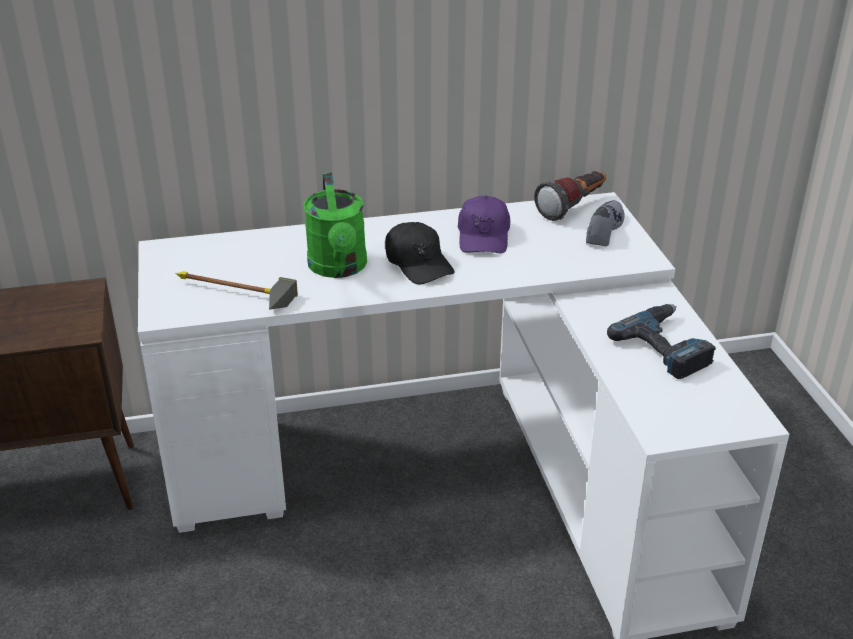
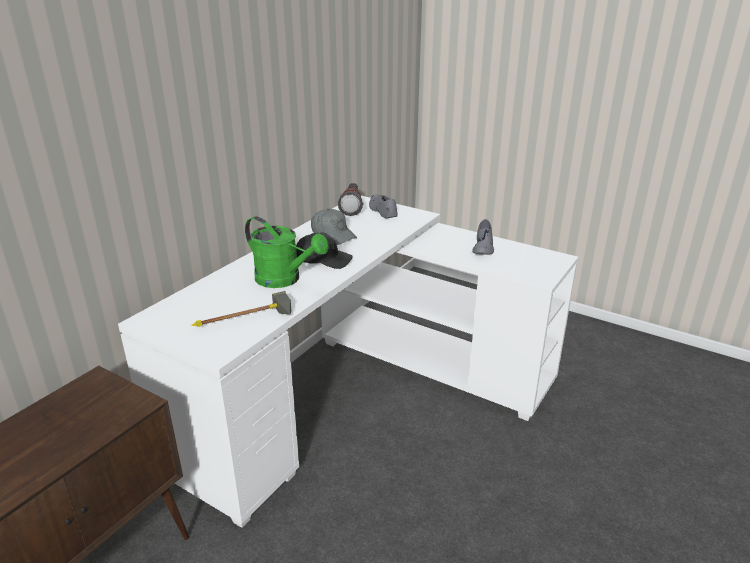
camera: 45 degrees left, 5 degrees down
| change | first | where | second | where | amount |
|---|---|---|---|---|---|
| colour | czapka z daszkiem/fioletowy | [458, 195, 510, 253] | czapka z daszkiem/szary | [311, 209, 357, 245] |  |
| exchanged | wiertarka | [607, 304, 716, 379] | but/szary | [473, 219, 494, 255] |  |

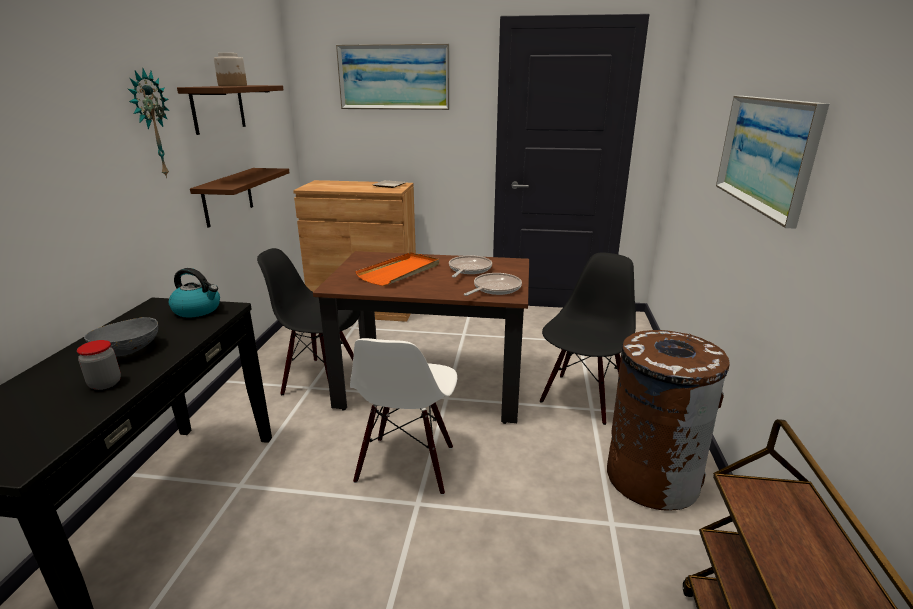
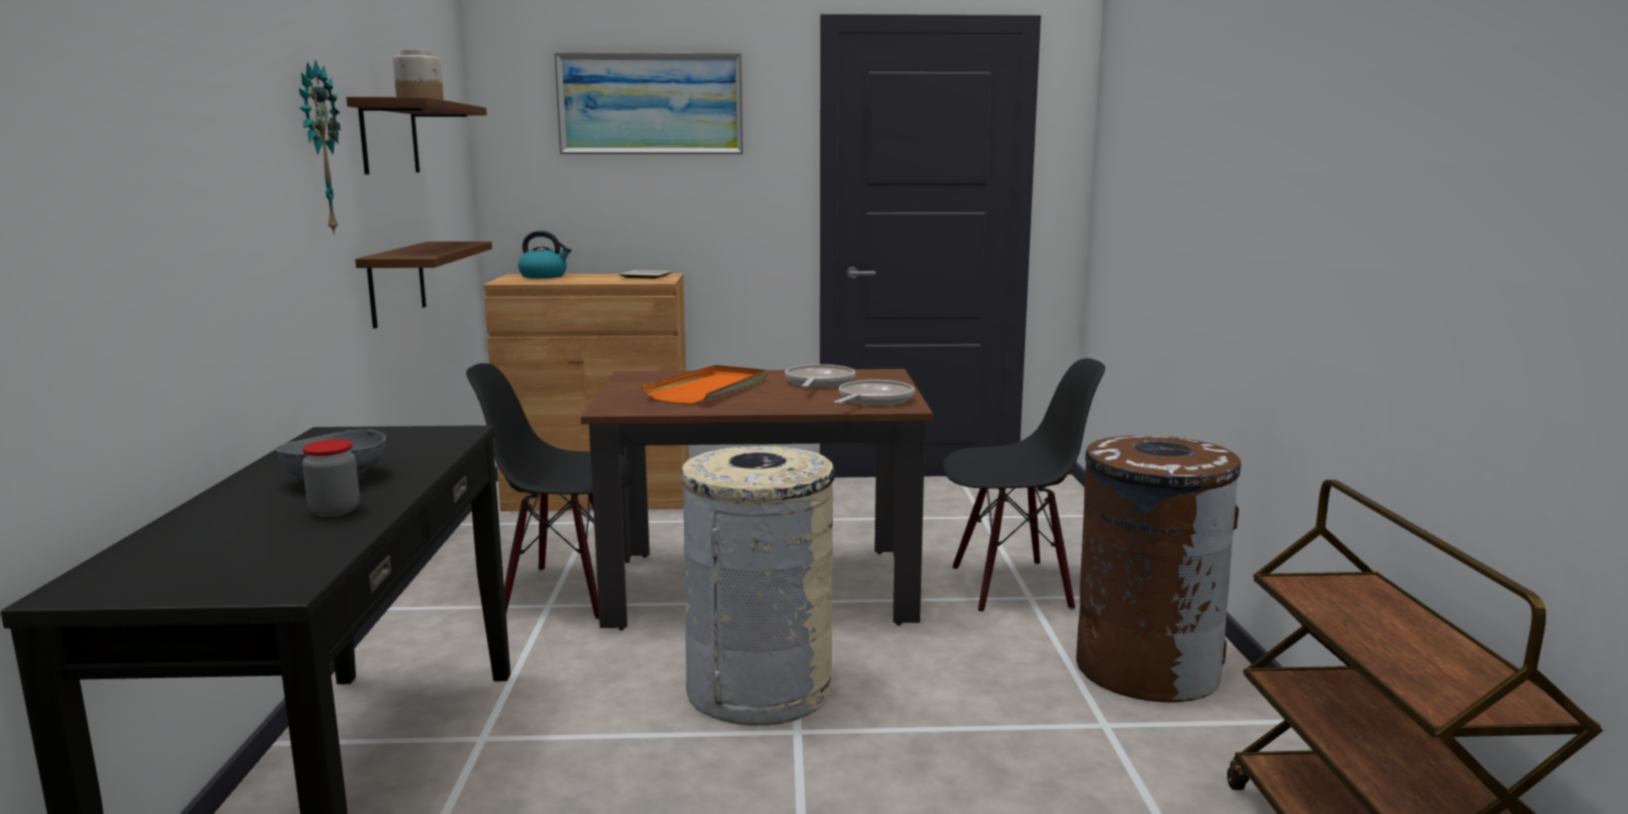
camera: 10 degrees left, 10 degrees down
| change | first | where | second | where | amount |
|---|---|---|---|---|---|
| relocated | czajnik | [169, 268, 220, 318] |  | [518, 231, 571, 278] |  |
| exchanged | krzesło/biały | [350, 338, 457, 495] | kosz na śmieci/beżowy | [681, 446, 835, 725] |  |
| spun | krzesło/czarny | [540, 252, 636, 425] |  | [943, 358, 1105, 611] | 60 degrees clockwise |
| missing | obraz | [716, 96, 829, 229] |  |  |  |

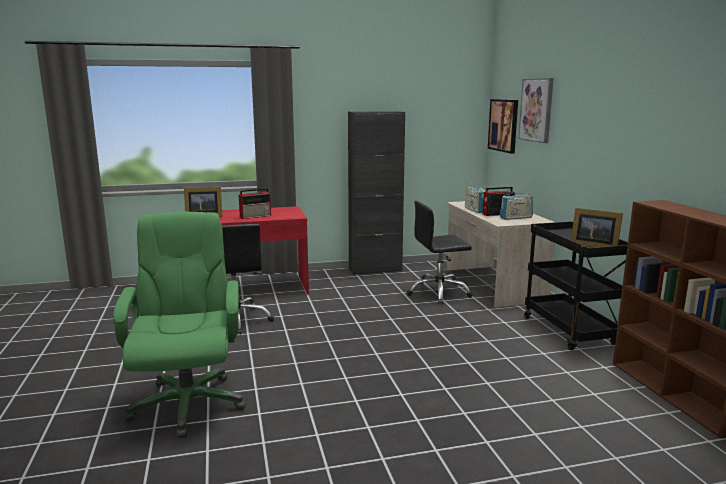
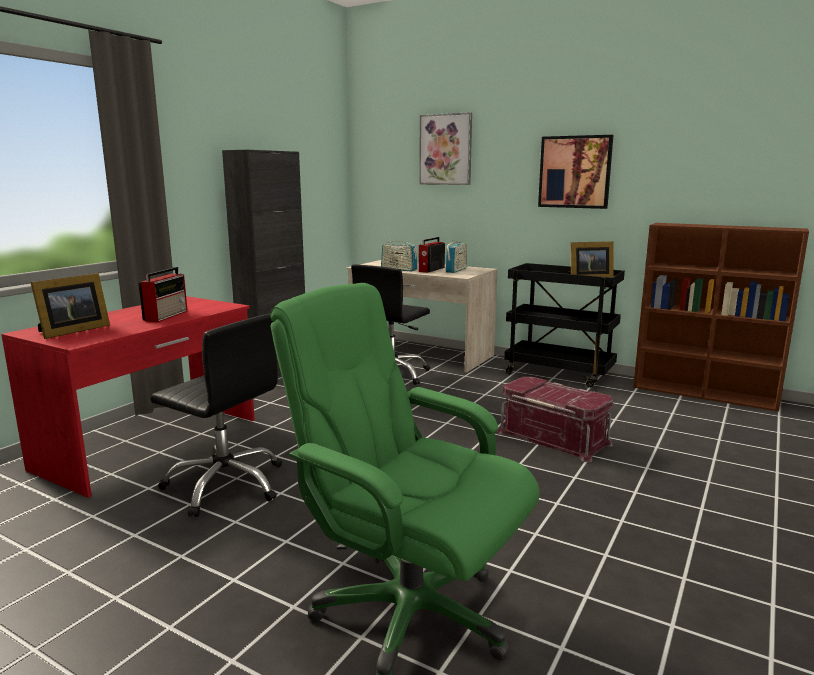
camera: 45 degrees left, 0 degrees up
| change | first | where | second | where | amount |
|---|---|---|---|---|---|
| relocated | obraz | [488, 99, 518, 154] |  | [538, 135, 613, 209] |  |
| appeared |  |  | pojemnik do przechowywania/czerwony | [497, 377, 613, 462] |  |

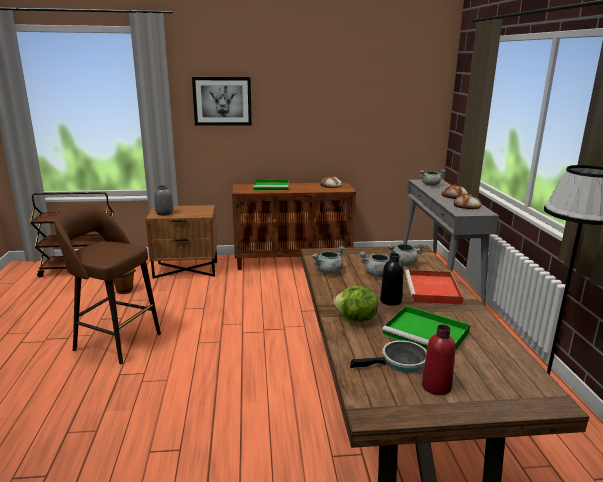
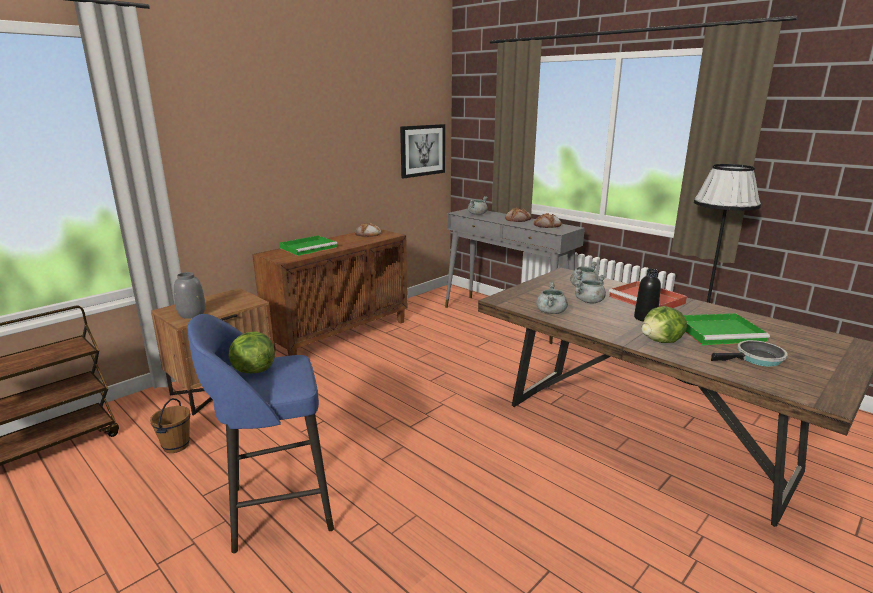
camera: 40 degrees left, 0 degrees up
| change | first | where | second | where | amount |
|---|---|---|---|---|---|
| colour | stołek/brązowy | [54, 204, 161, 364] | stołek/niebieski | [187, 314, 334, 554] |  |
| relocated | obraz | [192, 77, 252, 126] |  | [400, 124, 445, 179] |  |
| spun | patelnia | [350, 340, 427, 372] |  | [711, 340, 788, 367] | 45 degrees clockwise |
| missing | butelka/czerwony | [422, 325, 456, 395] |  |  |  |
| appeared |  |  | sałata | [229, 332, 275, 373] |  |

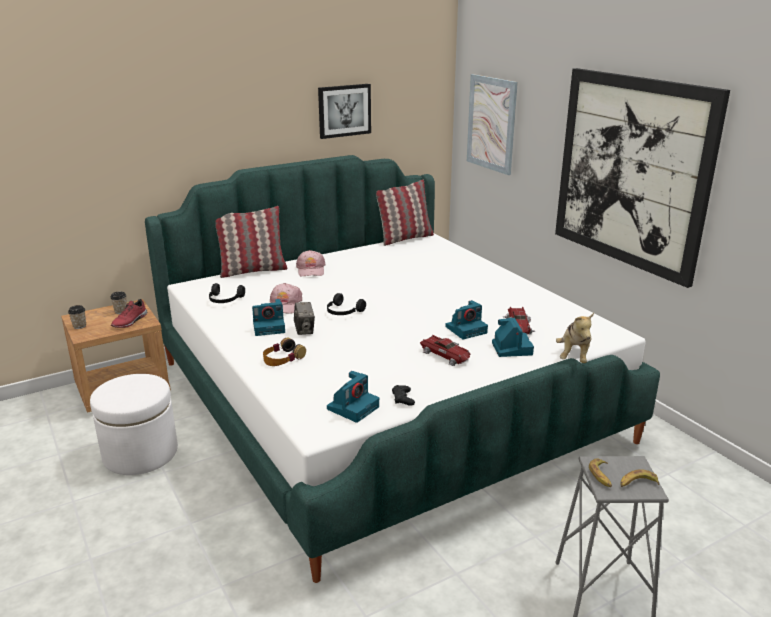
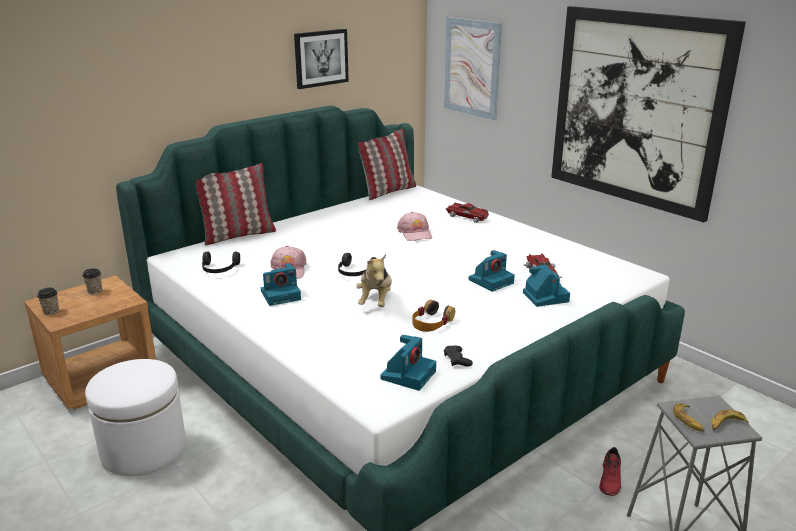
camera: 10 degrees left, 0 degrees up
| change | first | where | second | where | amount |
|---|---|---|---|---|---|
| relocated | but/czerwony | [111, 299, 147, 328] |  | [599, 447, 621, 496] |  |
| relocated | słuchawki | [263, 338, 306, 366] |  | [412, 300, 455, 332] |  |
| missing | aparat fotograficzny | [294, 302, 315, 335] |  |  |  |
| relocated | czapka z daszkiem/różowy | [296, 250, 325, 276] |  | [397, 212, 432, 241] |  |
| relocated | samochodzik | [420, 335, 470, 366] |  | [446, 202, 489, 223] |  |
| relocated | pluszak | [556, 313, 594, 363] |  | [356, 254, 392, 307] |  |

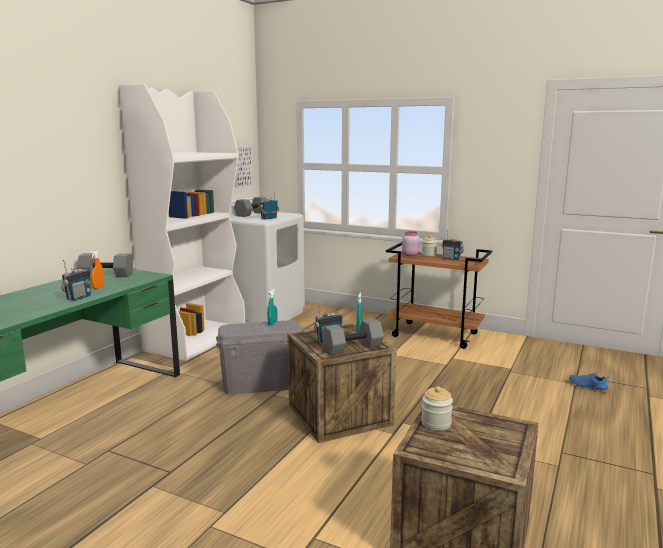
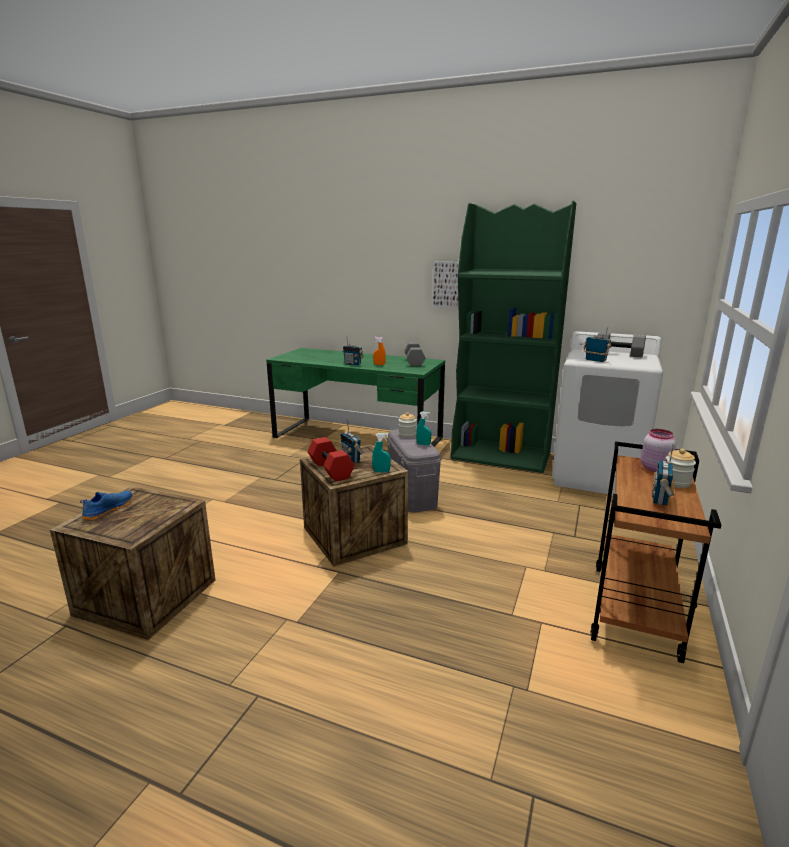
camera: 85 degrees right, 5 degrees up
| change | first | where | second | where | amount |
|---|---|---|---|---|---|
| colour | regał/biały | [119, 84, 245, 361] | regał/zielony | [451, 201, 576, 473] |  |
| relocated | obraz | [234, 147, 253, 188] |  | [433, 262, 459, 308] |  |
| colour | hantel/szary | [322, 319, 384, 355] | hantel/czerwony | [308, 437, 354, 481] |  |
| relocated | słoik | [421, 386, 453, 431] |  | [399, 412, 416, 438] |  |
| relocated | but/niebieski | [569, 372, 610, 393] |  | [80, 491, 132, 520] |  |

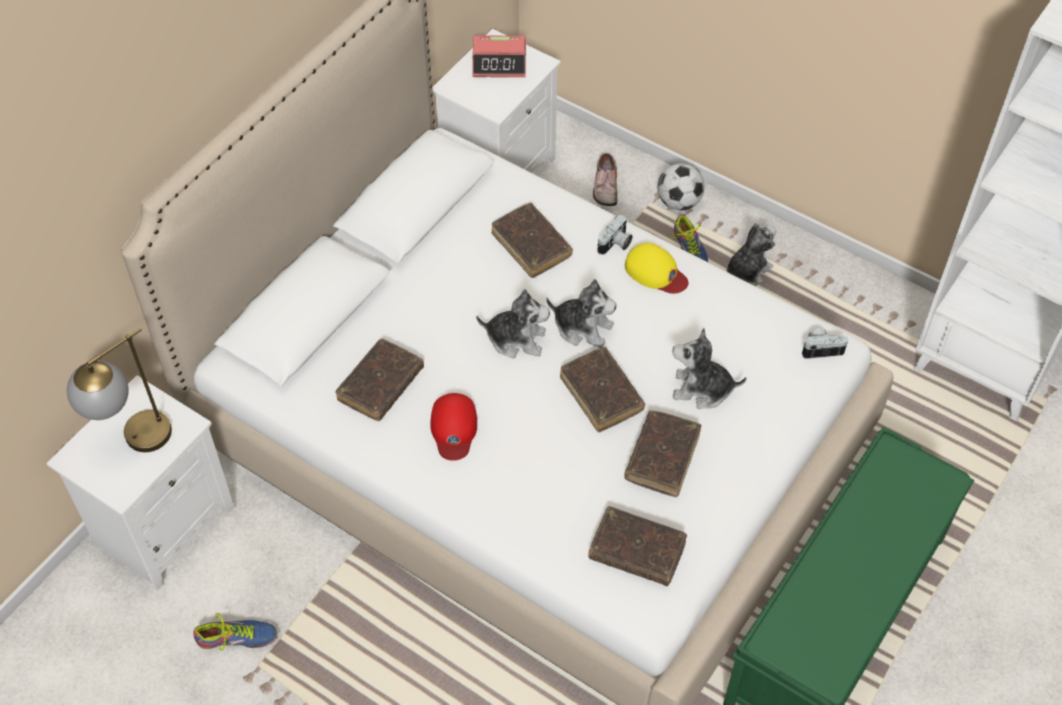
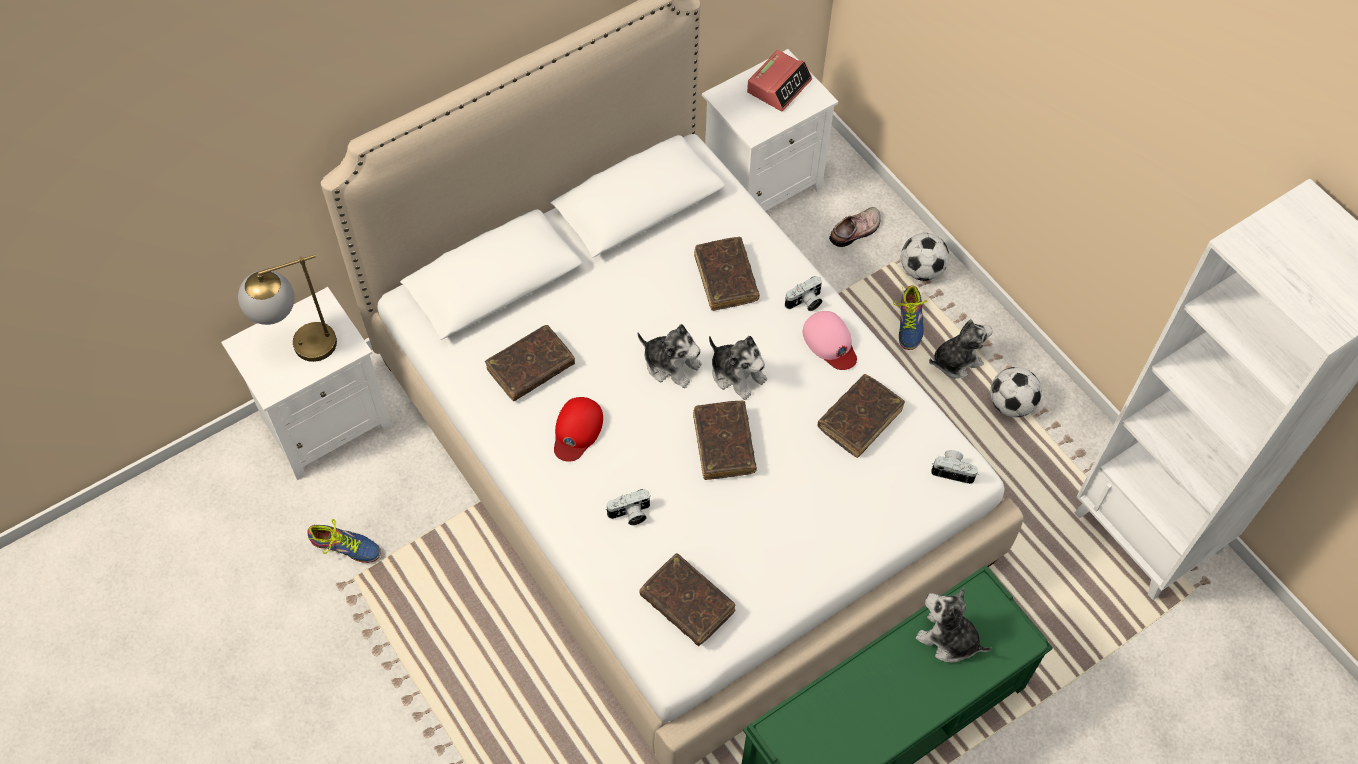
camera: 20 degrees right, 5 degrees up
| change | first | where | second | where | amount |
|---|---|---|---|---|---|
| spun | budzik | [472, 35, 526, 77] |  | [747, 50, 812, 111] | 75 degrees counterclockwise |
| spun | but | [593, 153, 617, 206] |  | [829, 207, 881, 247] | 150 degrees counterclockwise |
| relocated | książka/brązowy | [624, 410, 701, 497] |  | [818, 374, 905, 458] |  |
| colour | czapka z daszkiem/żółty | [625, 243, 689, 294] | czapka z daszkiem/różowy | [803, 311, 857, 370] |  |
| relocated | pluszak | [673, 328, 747, 409] |  | [916, 587, 992, 663] |  |
| appeared |  |  | aparat fotograficzny | [606, 489, 651, 525] |  |
| appeared |  |  | piłka futbolowa | [990, 367, 1042, 417] |  |

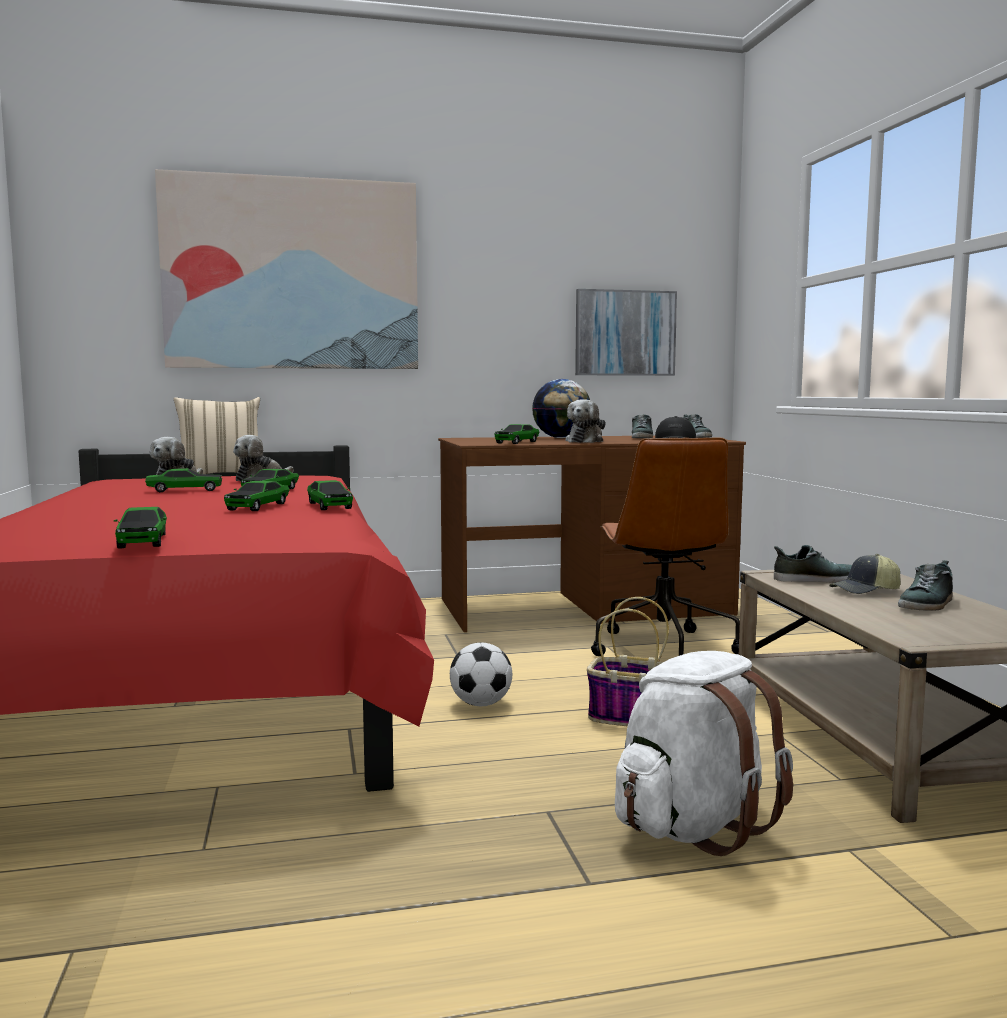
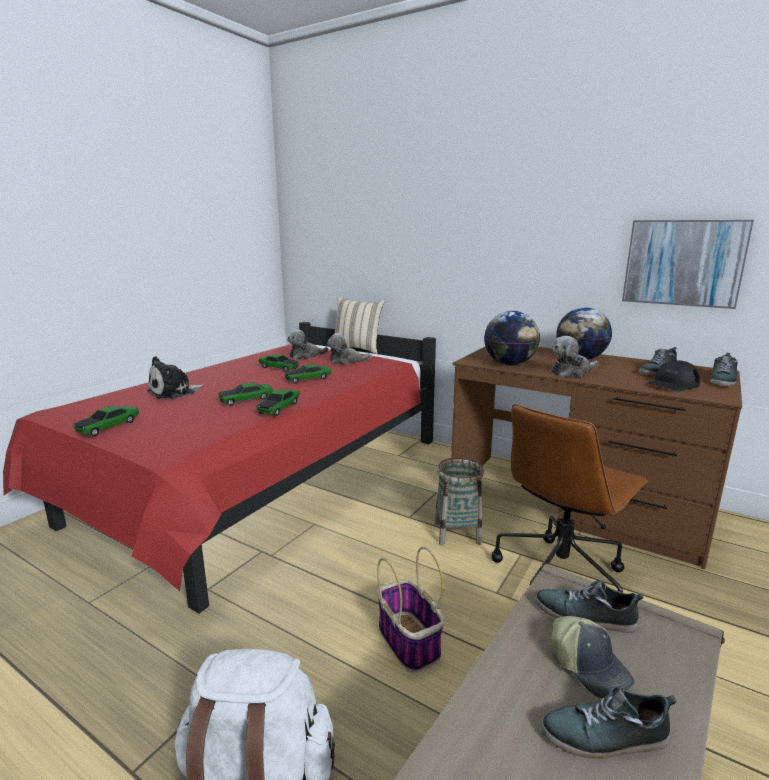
camera: 45 degrees right, 10 degrees up
| change | first | where | second | where | amount |
|---|---|---|---|---|---|
| missing | obraz | [155, 169, 418, 369] |  |  |  |
| missing | piłka futbolowa | [450, 642, 512, 706] |  |  |  |
| exchanged | samochodzik | [495, 424, 539, 444] | globus | [484, 311, 540, 365] |  |
| spun | but | [774, 545, 852, 583] |  | [535, 580, 644, 633] | 150 degrees clockwise |
| spun | czapka z daszkiem | [829, 554, 900, 594] |  | [552, 616, 634, 698] | 150 degrees counterclockwise |
| appeared |  |  | pluszak | [147, 356, 204, 399] |  |
| appeared |  |  | koszyk | [435, 457, 484, 545] |  |

